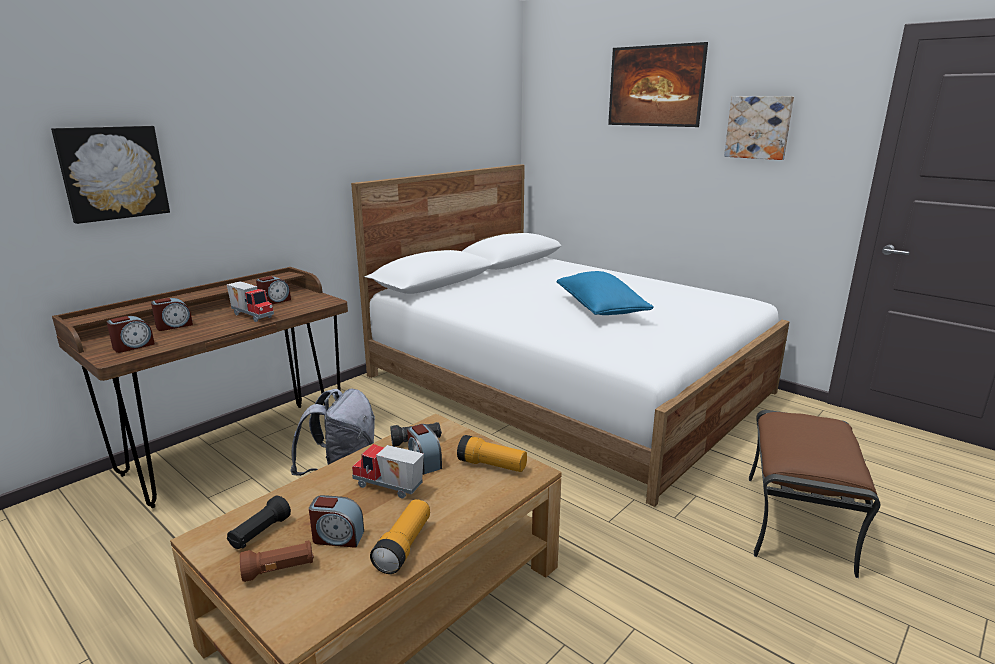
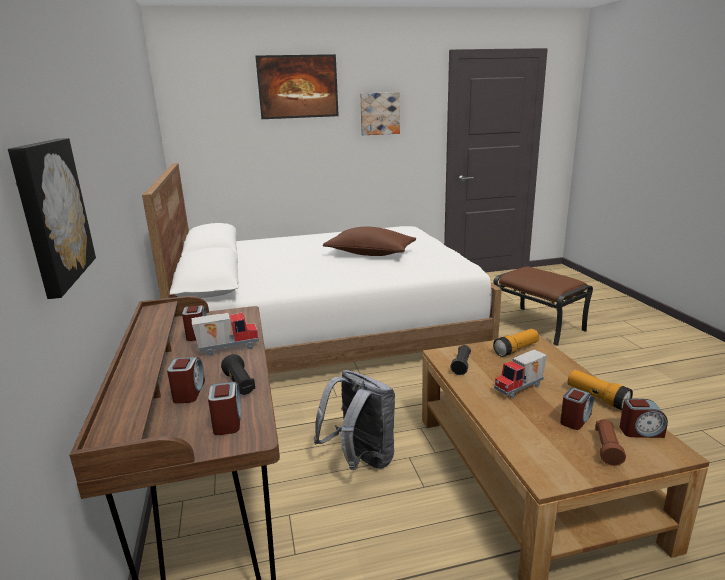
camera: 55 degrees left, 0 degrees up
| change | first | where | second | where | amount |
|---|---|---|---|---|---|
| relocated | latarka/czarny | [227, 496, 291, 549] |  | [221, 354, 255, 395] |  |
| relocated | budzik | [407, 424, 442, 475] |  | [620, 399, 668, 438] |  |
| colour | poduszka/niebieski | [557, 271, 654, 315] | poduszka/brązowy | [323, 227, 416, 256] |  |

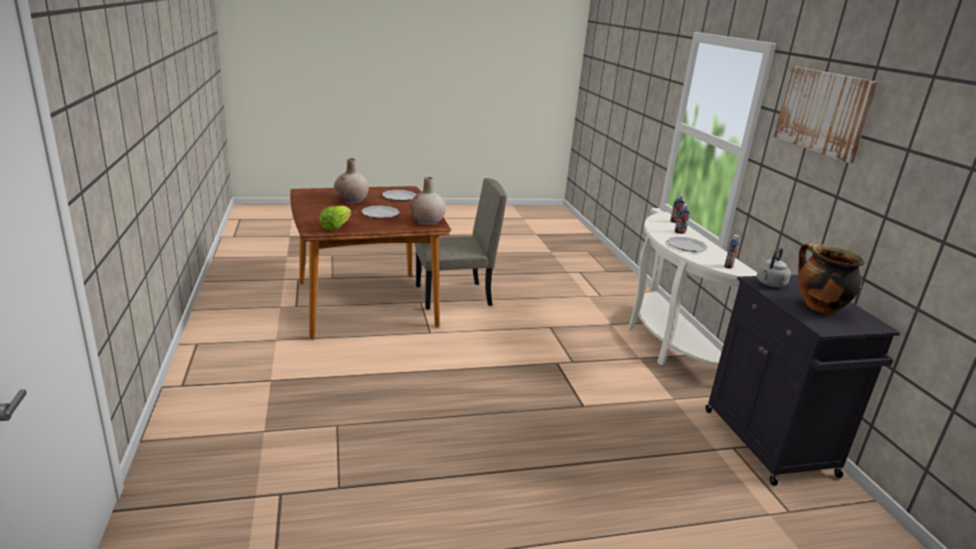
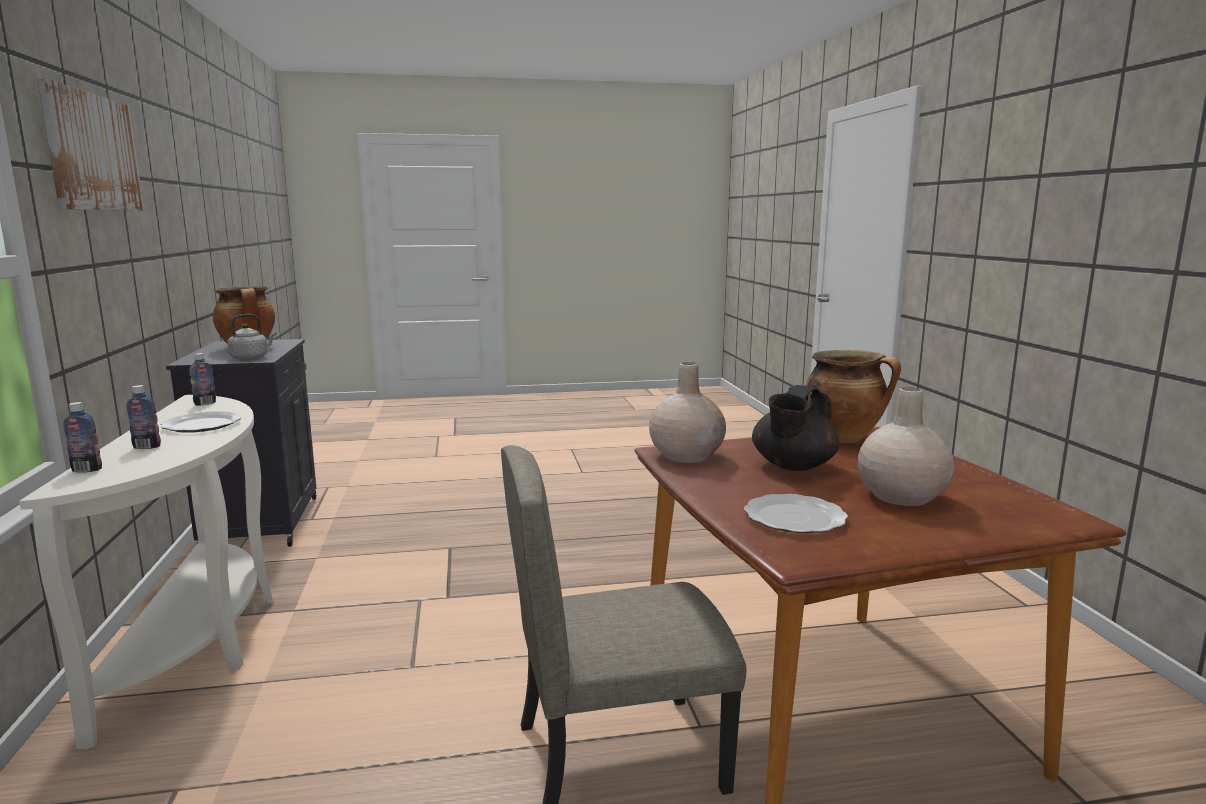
camera: 175 degrees left, 10 degrees down
| change | first | where | second | where | amount |
|---|---|---|---|---|---|
| exchanged | sałata | [319, 206, 351, 231] | garnek | [805, 350, 901, 443] |  |
| exchanged | talerz | [361, 206, 400, 219] | imbryk/czarny | [752, 385, 839, 471] |  |

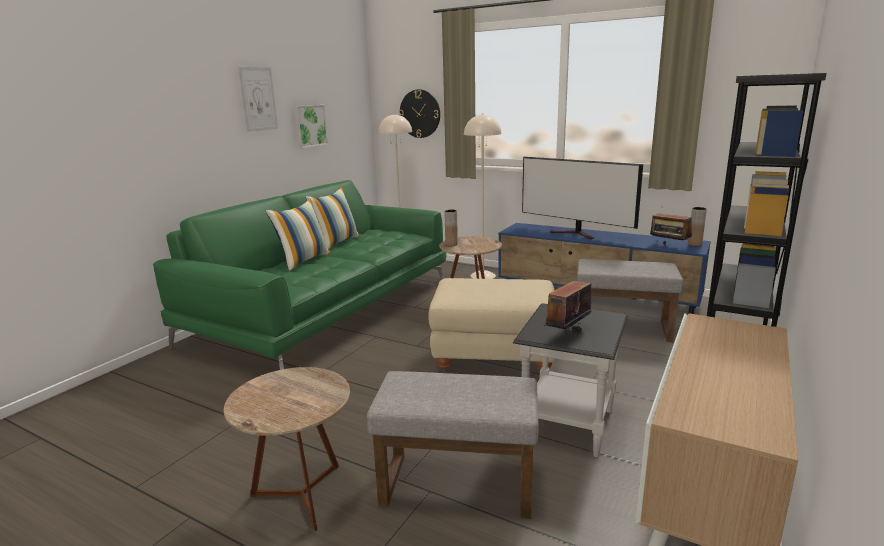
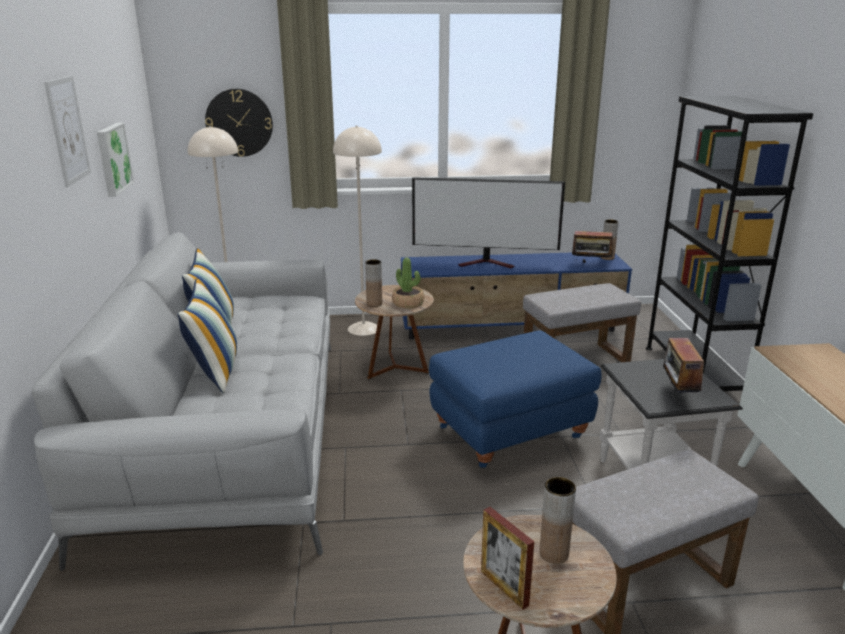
camera: 35 degrees left, 5 degrees up
| change | first | where | second | where | amount |
|---|---|---|---|---|---|
| colour | kanapa/zielony | [153, 180, 446, 370] | kanapa/szary | [31, 233, 331, 571] |  |
| colour | pufa/beżowy | [428, 278, 555, 373] | pufa/niebieski | [429, 330, 602, 468] |  |
| appeared |  |  | roślina doniczkowa | [392, 258, 424, 309] |  |
| appeared |  |  | ramka na zdjęcie | [481, 507, 534, 610] |  |
| appeared |  |  | wazon/brązowy | [539, 477, 576, 564] |  |

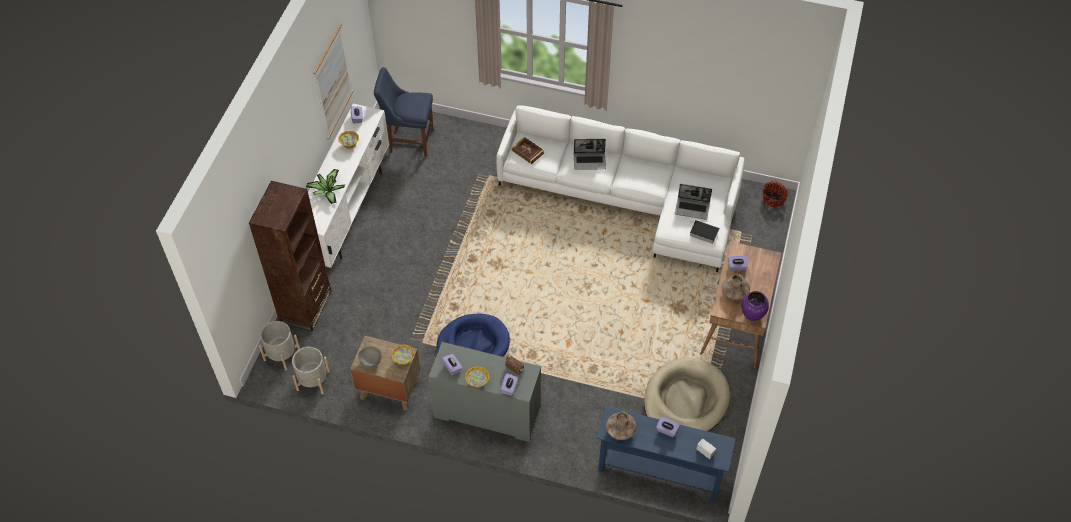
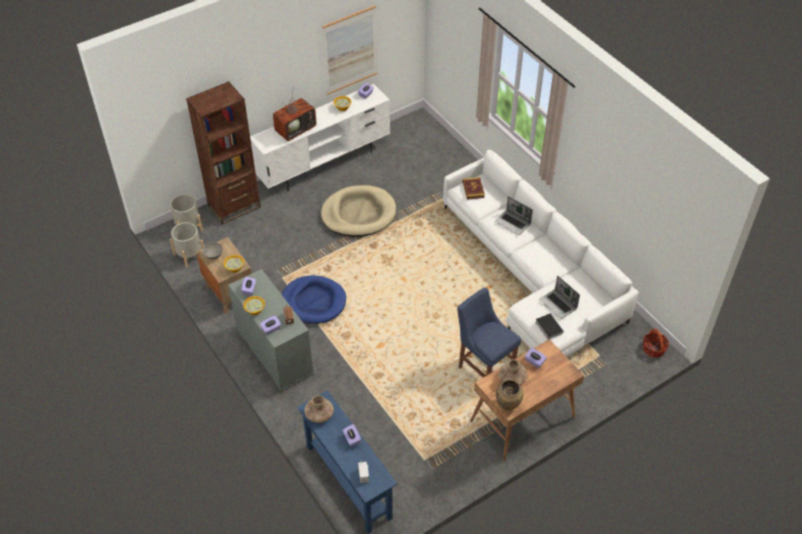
camera: 40 degrees right, 5 degrees down
| change | first | where | second | where | amount |
|---|---|---|---|---|---|
| exchanged | roślina doniczkowa | [306, 169, 345, 204] | telewizor | [273, 86, 317, 141] |  |
| relocated | krzesło/niebieski | [374, 67, 434, 157] |  | [457, 287, 521, 377] |  |
| relocated | legowisko/beżowy | [644, 357, 730, 432] |  | [321, 185, 396, 237] |  |
| colour | wazon/fioletowy | [741, 291, 769, 321] | wazon/brązowy | [496, 380, 523, 410] |  |

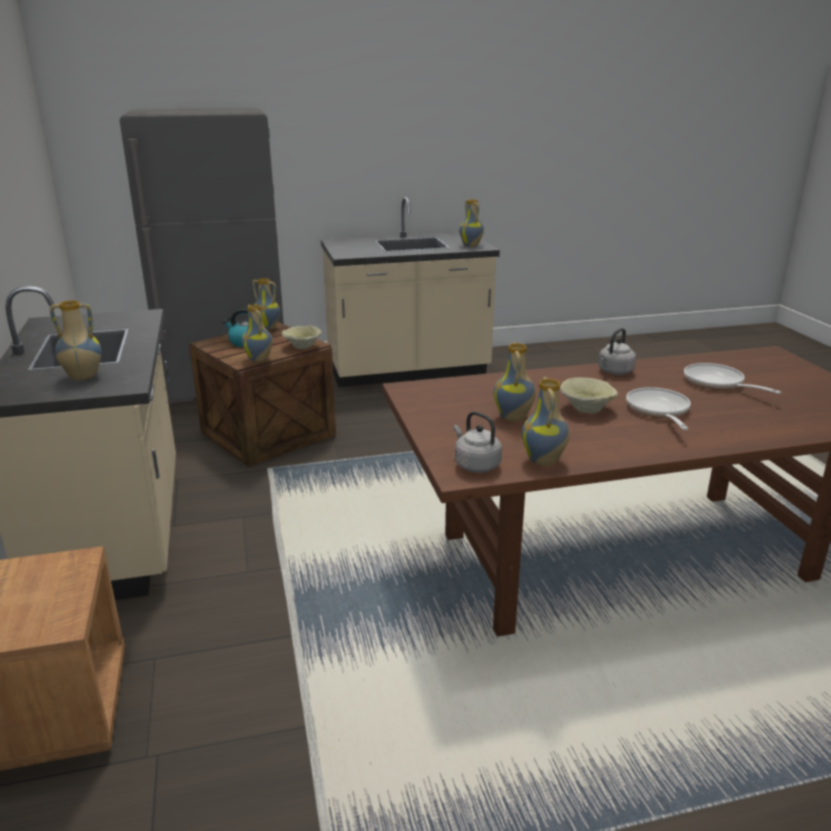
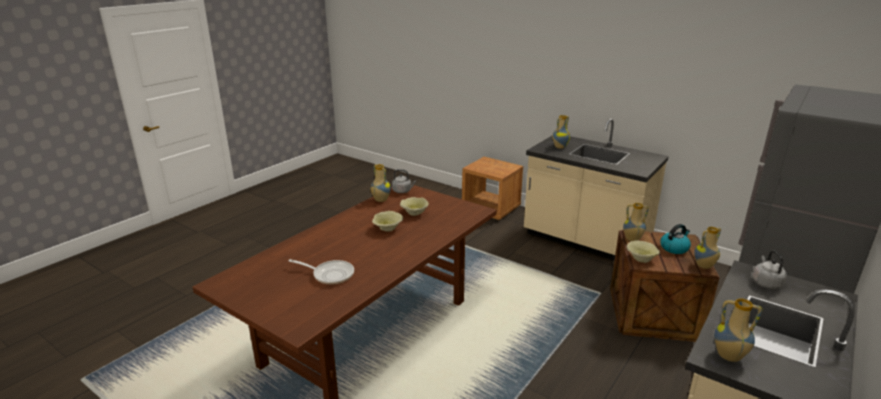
camera: 140 degrees right, 0 degrees up
| change | first | where | second | where | amount |
|---|---|---|---|---|---|
| exchanged | wazon | [494, 342, 536, 421] | miska/beżowy | [400, 197, 429, 216] |  |
| relocated | czajnik/szary | [599, 328, 636, 375] |  | [753, 250, 787, 289] |  |
| missing | patelnia | [626, 387, 691, 430] |  |  |  |

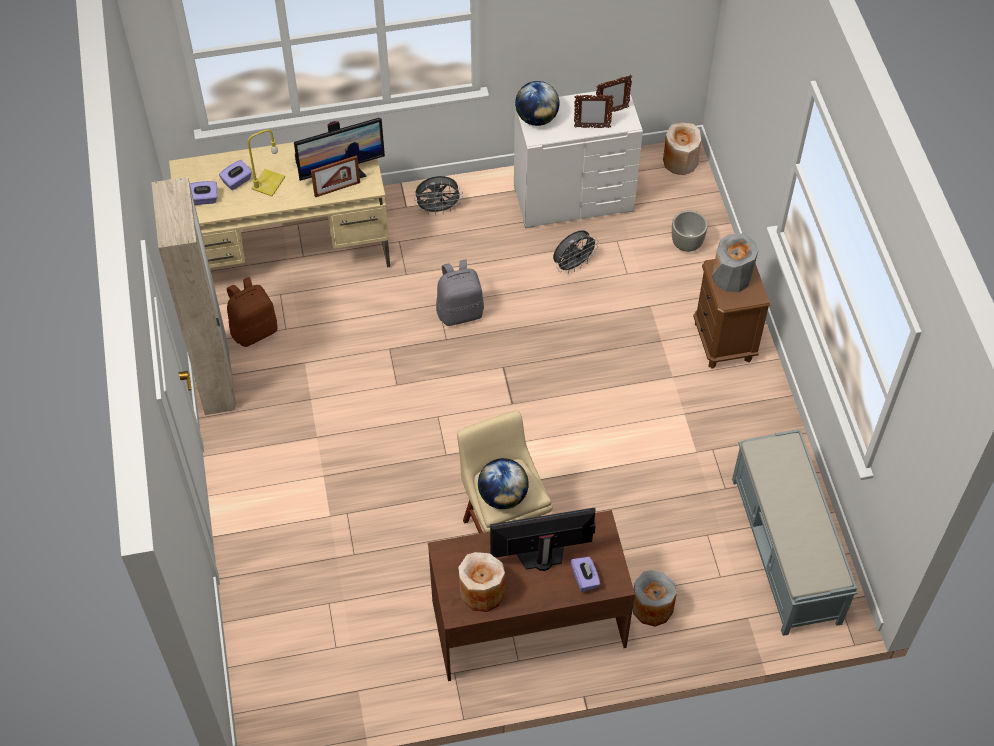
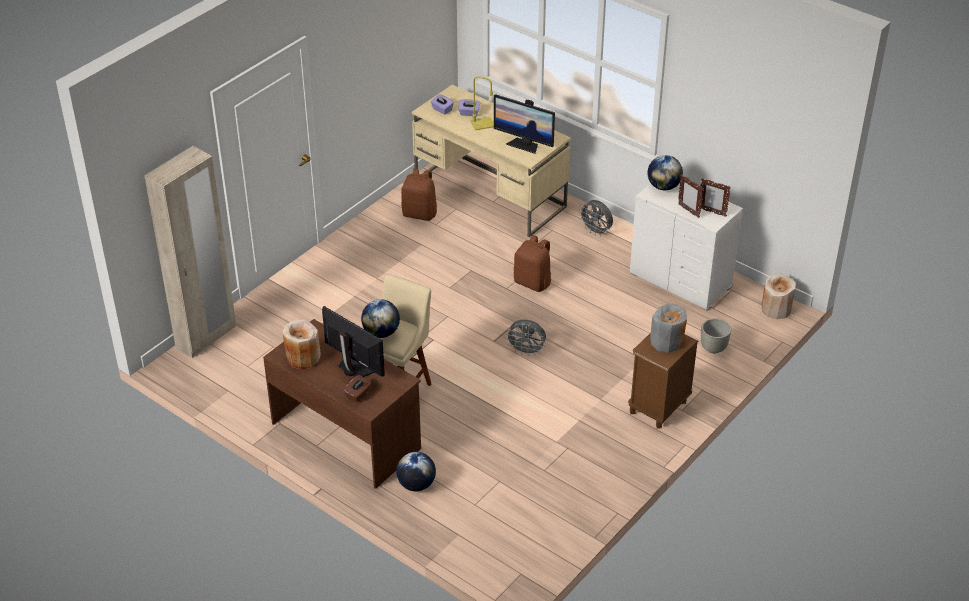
camera: 50 degrees right, 15 degrees down
| change | first | where | second | where | amount |
|---|---|---|---|---|---|
| relocated | szafa/beżowy | [151, 177, 236, 415] |  | [144, 146, 236, 358] |  |
| missing | ramka na zdjęcie | [311, 155, 360, 197] |  |  |  |
| colour | plecak/szary | [436, 259, 484, 326] | plecak/brązowy | [513, 235, 552, 292] |  |
| relocated | wentylator/szary | [553, 230, 599, 274] |  | [505, 319, 546, 356] |  |
| colour | pudełko chusteczek/fioletowy | [571, 557, 600, 592] | pudełko chusteczek/brązowy | [344, 375, 371, 402] |  |
| exchanged | wazon/szary | [633, 570, 677, 627] | globus | [396, 452, 436, 491] |  |
| missing | ławka/szary | [732, 429, 858, 636] |  |  |  |

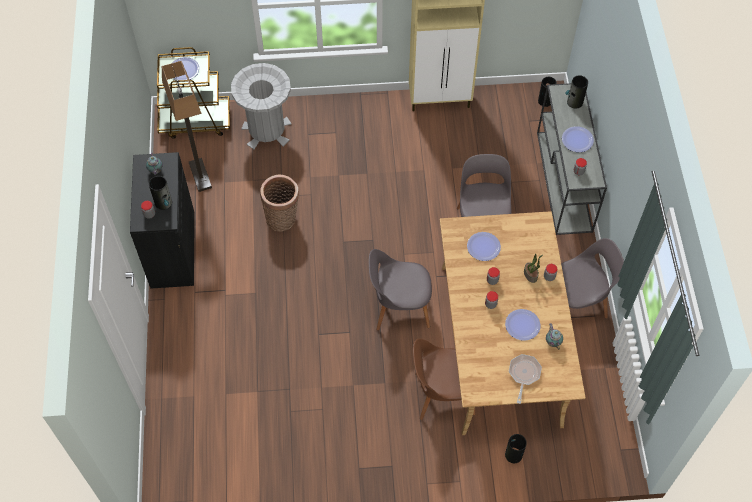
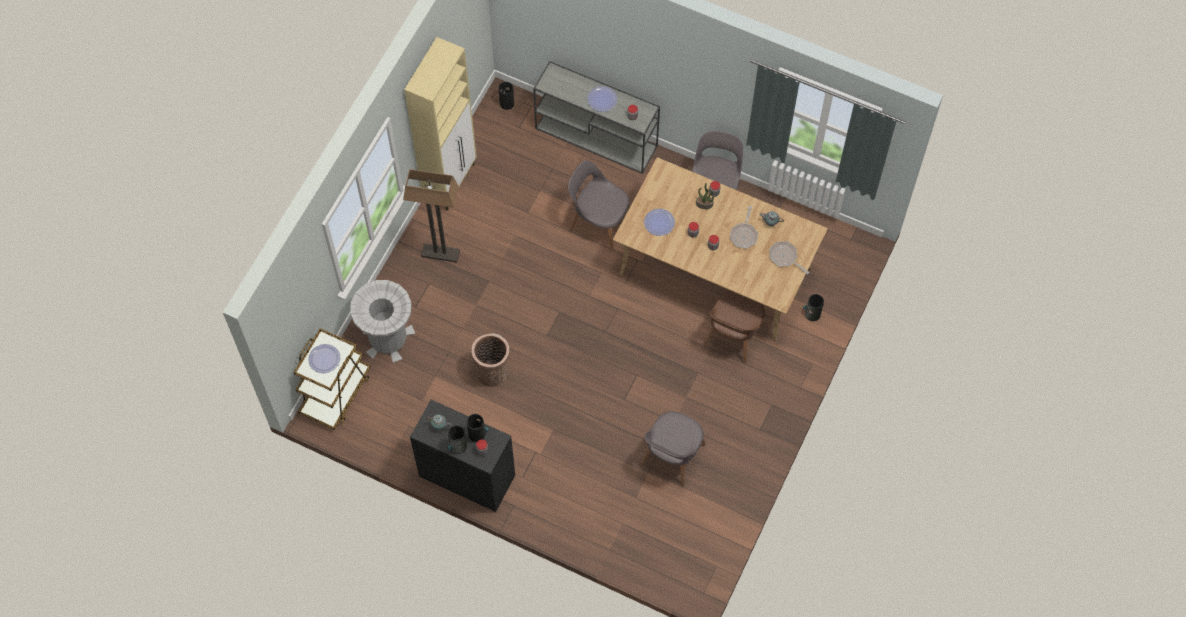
camera: 60 degrees left, 5 degrees up
| change | first | where | second | where | amount |
|---|---|---|---|---|---|
| relocated | lampa stojąca | [162, 61, 212, 192] |  | [403, 169, 460, 263] |  |
| relocated | krzesło/szary | [369, 249, 432, 331] |  | [641, 411, 705, 487] |  |
| exchanged | talerz | [505, 309, 540, 341] | patelnia | [730, 206, 758, 249] |  |
| relocated | wazon | [565, 75, 588, 108] |  | [448, 425, 467, 454] |  |

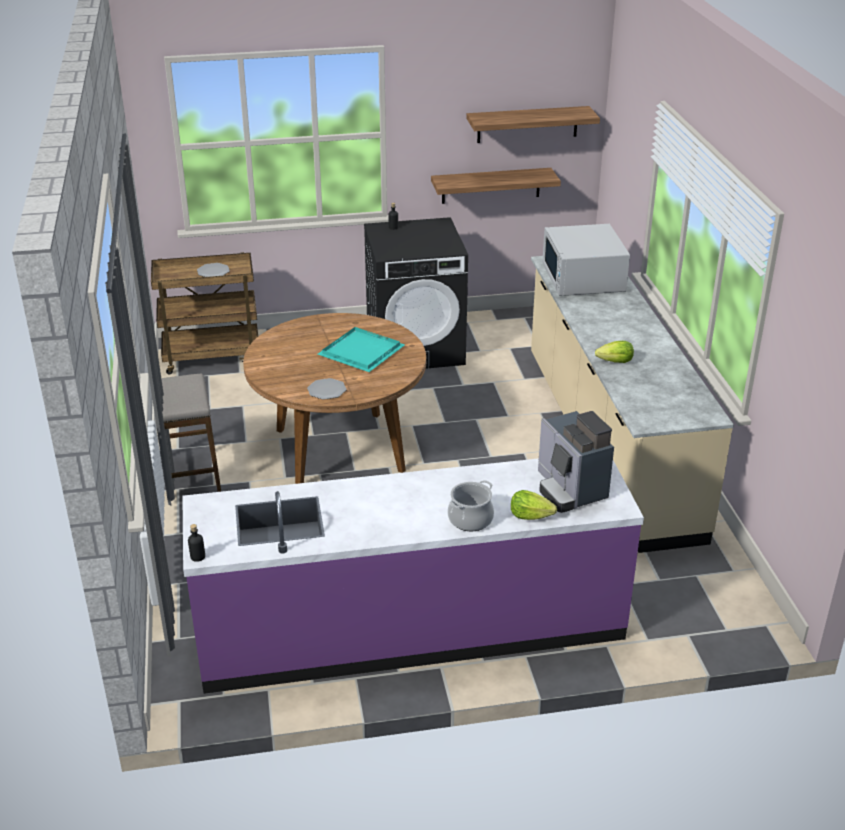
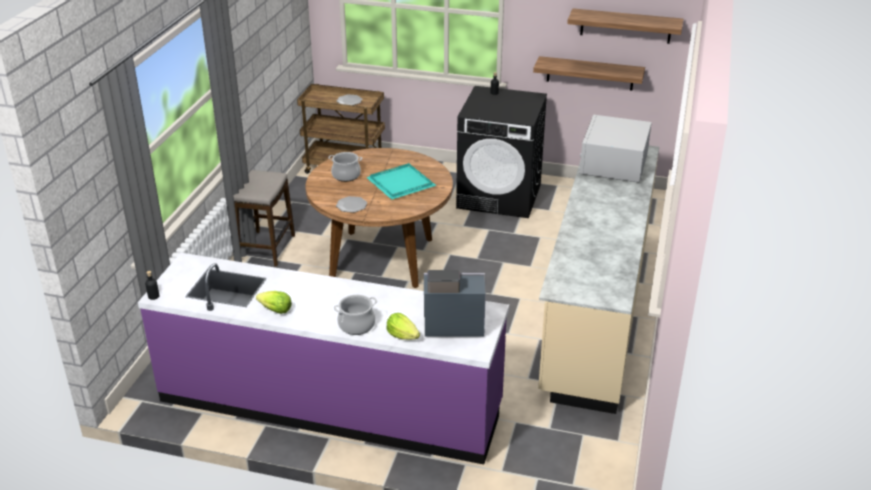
camera: 25 degrees right, 0 degrees up
| change | first | where | second | where | amount |
|---|---|---|---|---|---|
| spun | ekspres do kawy | [538, 411, 614, 513] |  | [424, 270, 486, 336] | 90 degrees clockwise |
| relocated | sałata | [595, 341, 634, 363] |  | [256, 291, 292, 314] |  |
| appeared |  |  | garnek | [328, 152, 362, 182] |  |

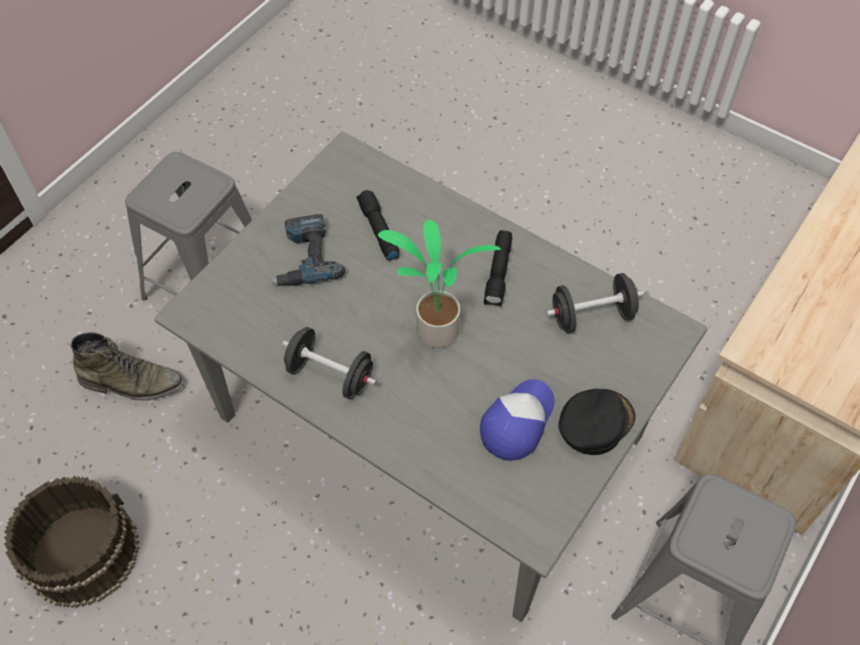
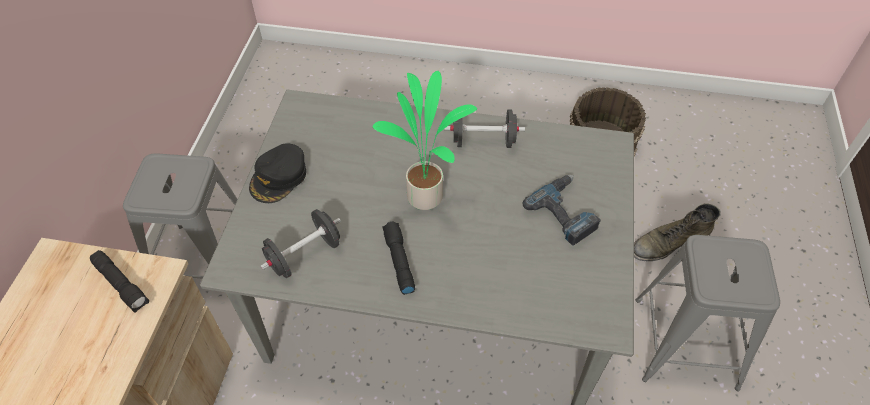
camera: 155 degrees right, 5 degrees down
| change | first | where | second | where | amount |
|---|---|---|---|---|---|
| relocated | latarka/czarny | [356, 190, 400, 261] |  | [90, 250, 149, 313] |  |
| missing | czapka z daszkiem | [480, 379, 555, 461] |  |  |  |

